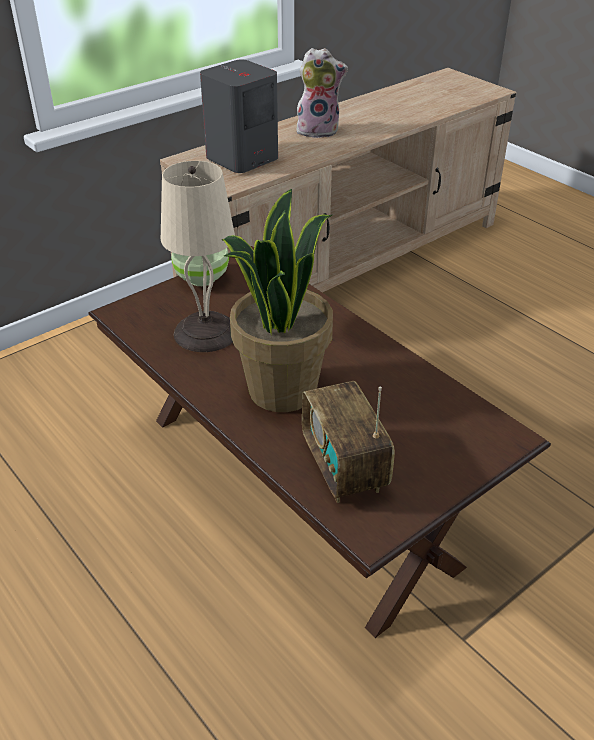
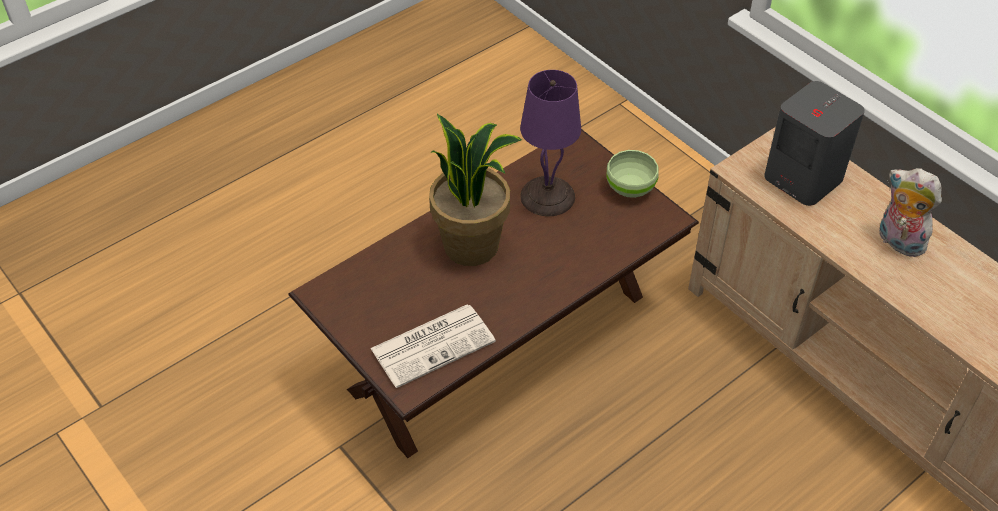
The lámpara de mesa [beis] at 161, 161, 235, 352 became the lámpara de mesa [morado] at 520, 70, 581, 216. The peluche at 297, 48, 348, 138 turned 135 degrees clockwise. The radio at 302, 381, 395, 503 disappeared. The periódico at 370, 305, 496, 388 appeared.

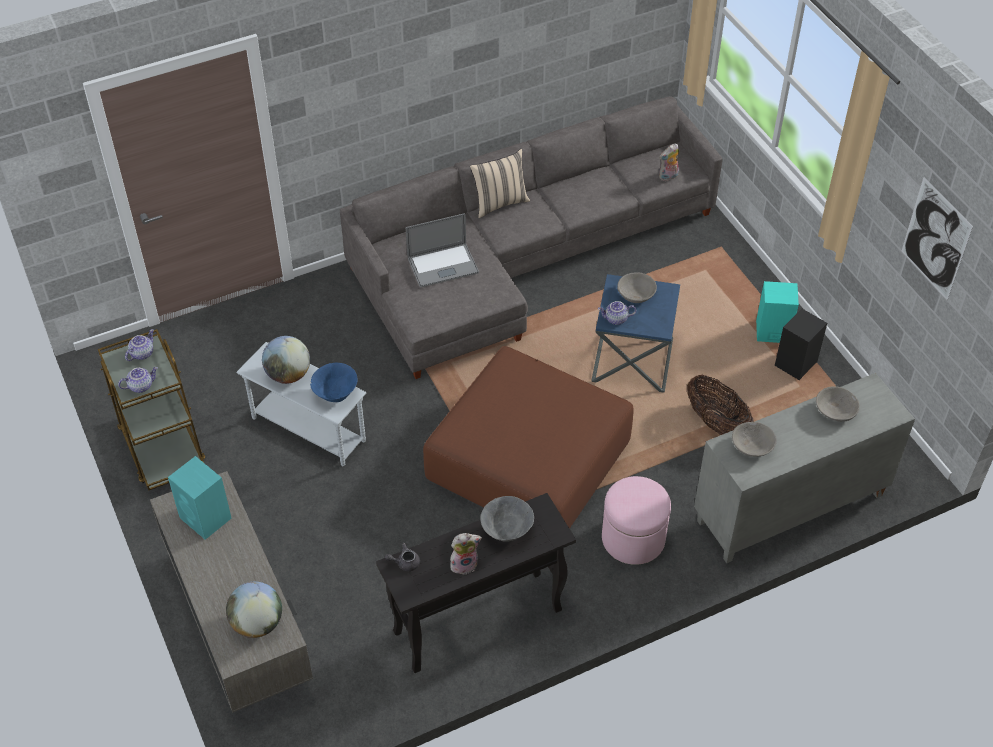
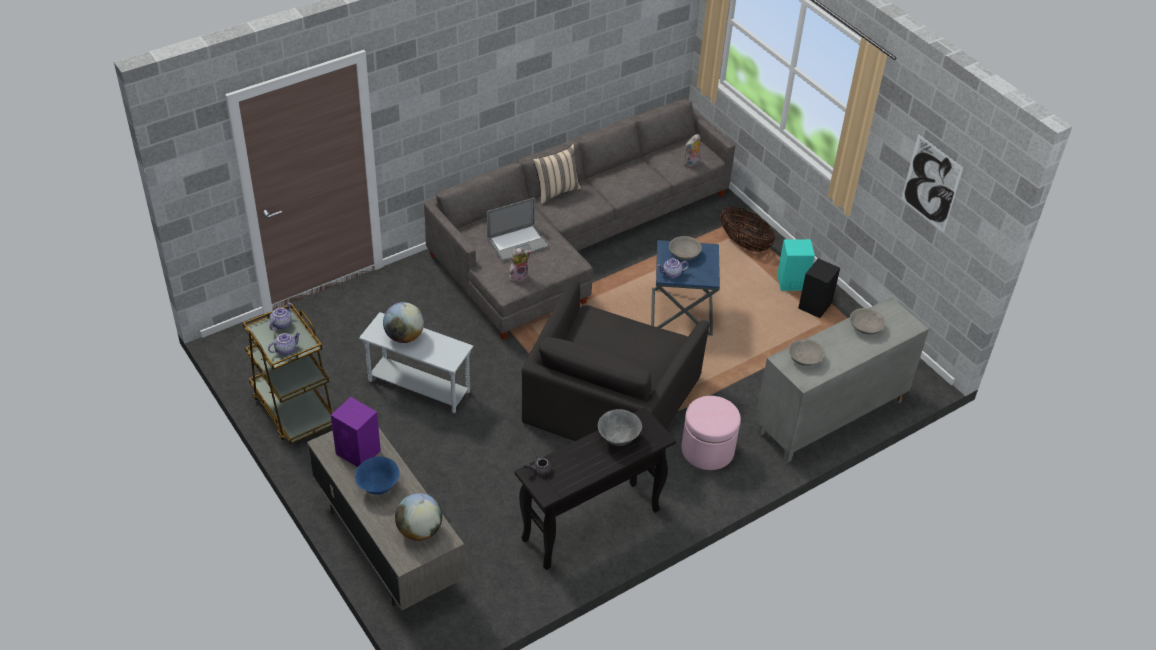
The altavoz [turquesa] at 168, 456, 232, 540 became the altavoz [morado] at 331, 397, 381, 467. The cuenco [azul] moved from 310, 363, 358, 402 to 355, 457, 400, 495. The puf [marrón] at 423, 346, 634, 529 was replaced by the sillón [negro] at 522, 278, 709, 441. The peluche moved from 450, 533, 482, 574 to 509, 248, 531, 282. The cesta moved from 687, 375, 754, 435 to 720, 207, 775, 252.

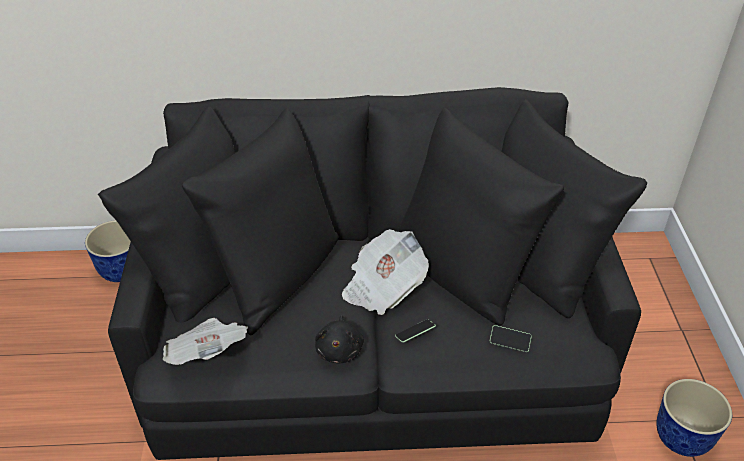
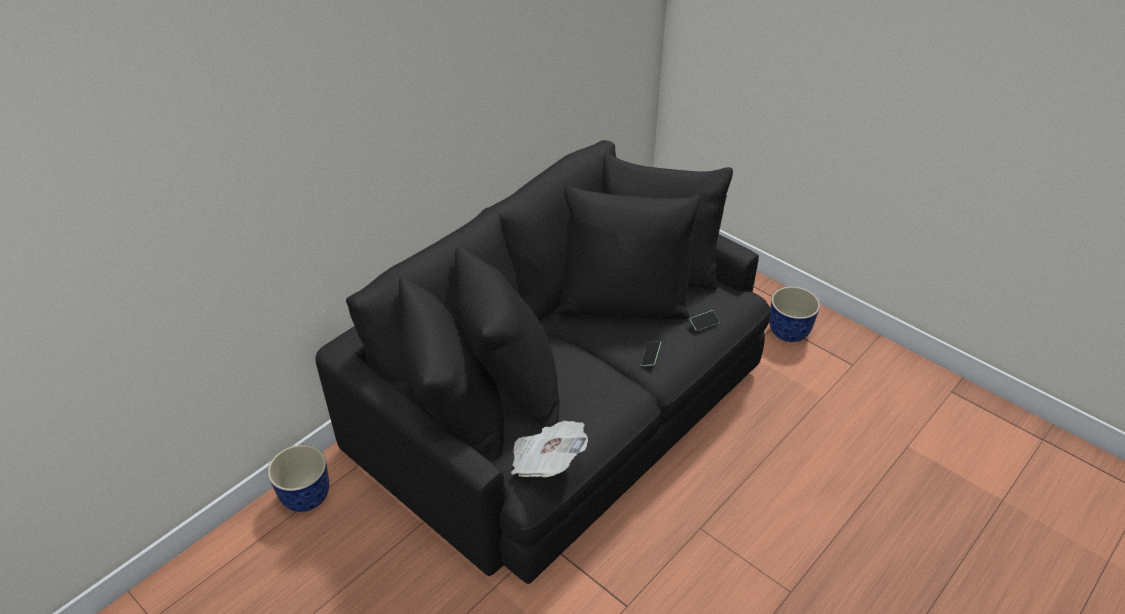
The peluche [negro] at 315, 316, 364, 363 disappeared. The periódico at 342, 229, 429, 315 disappeared.

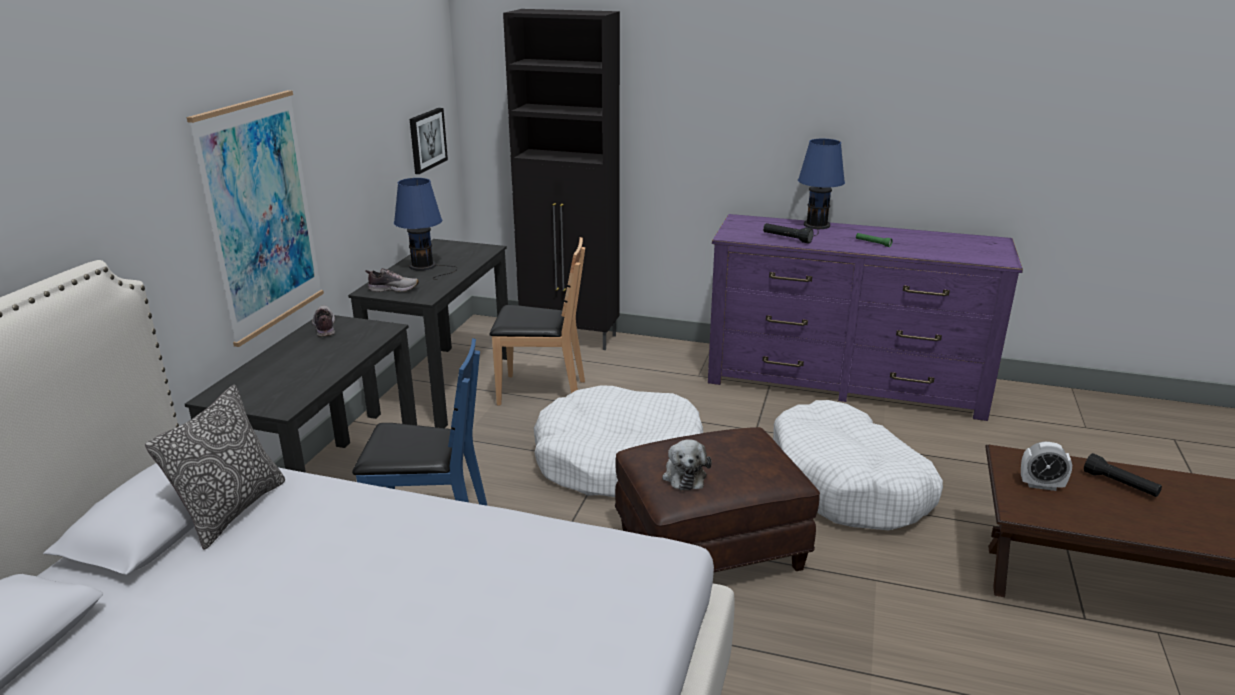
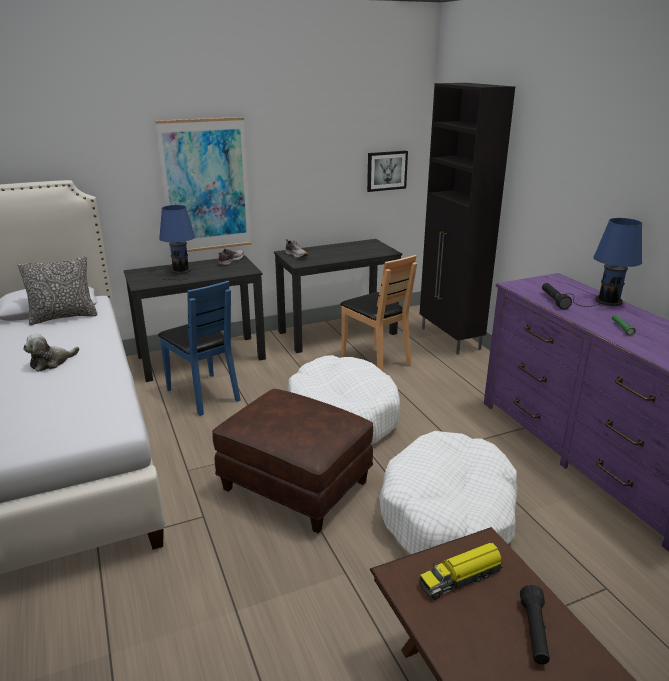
The lámpara de mesa [azul] moved from 394, 178, 457, 280 to 159, 205, 195, 280. The peluche moved from 662, 440, 712, 490 to 23, 334, 79, 372. The despertador at 1021, 441, 1072, 491 was replaced by the camión de juguete at 419, 543, 503, 600.

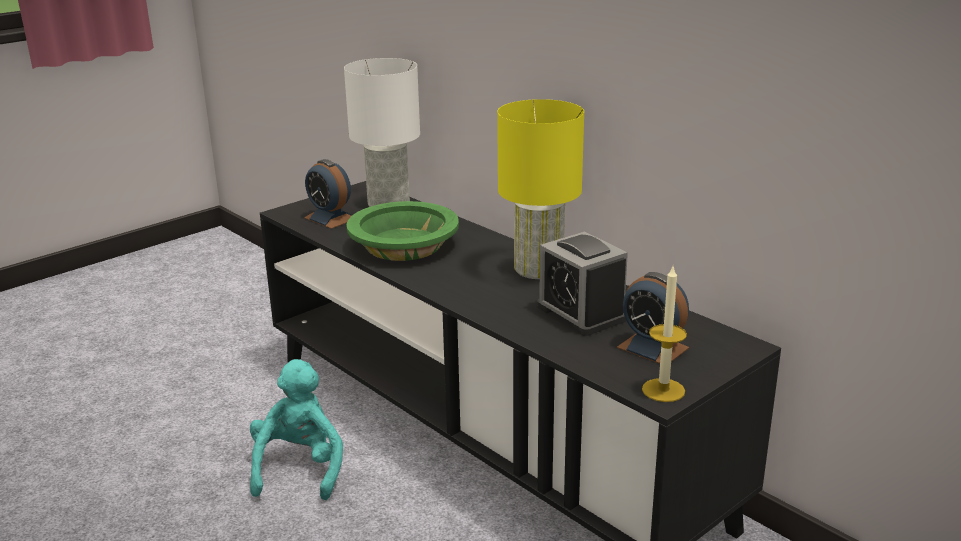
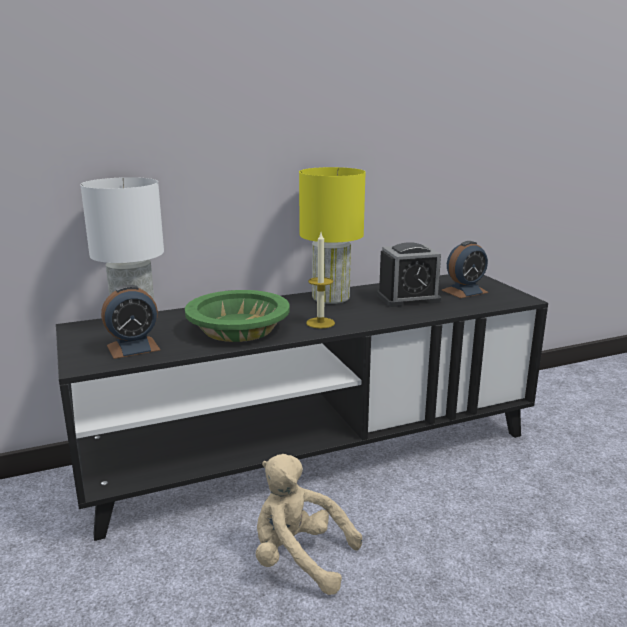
The peluche [turquesa] at 250, 359, 343, 500 became the peluche [beis] at 256, 454, 362, 595. The vela moved from 642, 267, 687, 402 to 306, 233, 335, 329.

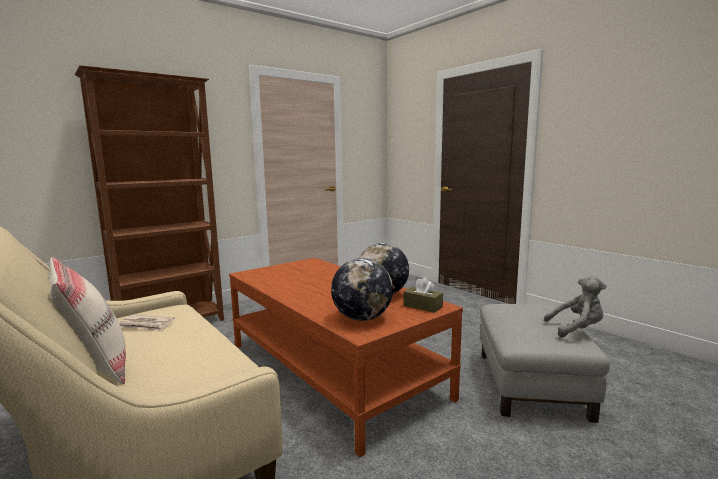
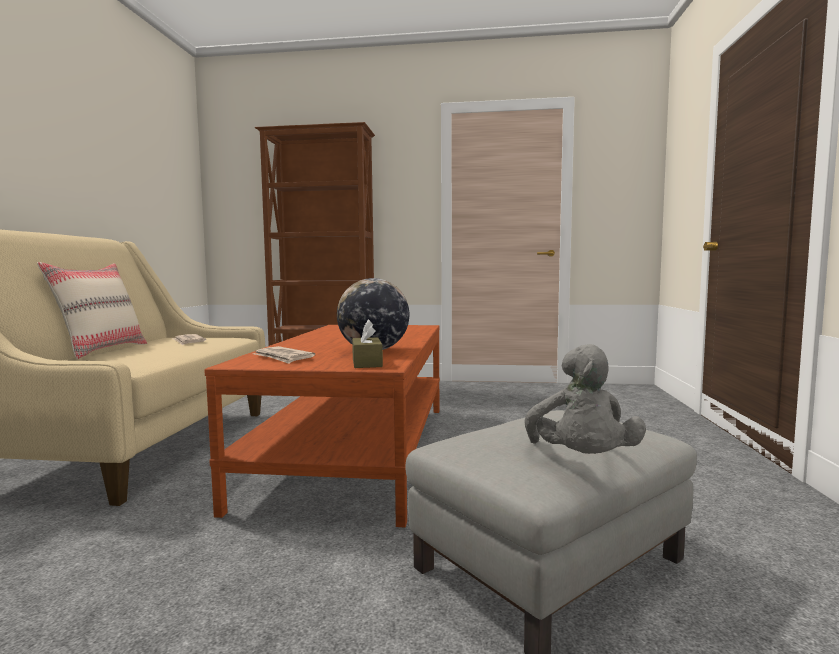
The globo terráqueo at 331, 258, 393, 321 was replaced by the periódico at 254, 346, 315, 364. The peluche [gris] at 544, 276, 607, 337 turned 45 degrees clockwise.

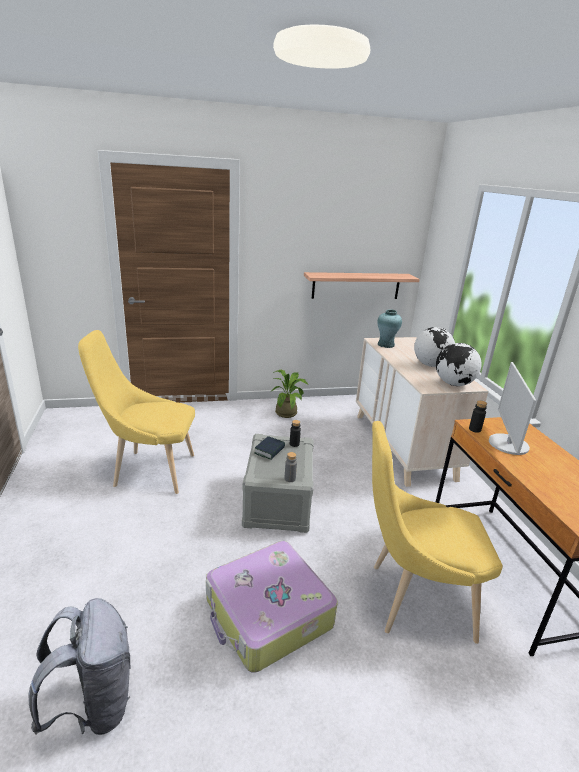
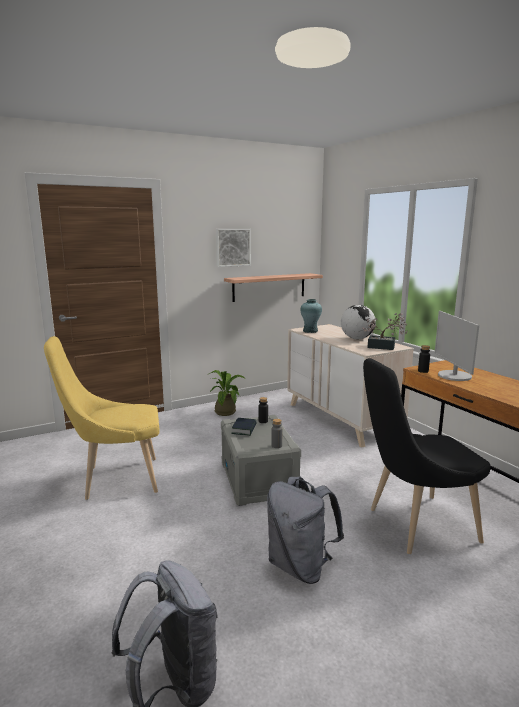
The maleta at 206, 541, 338, 673 was replaced by the mochila [gris] at 267, 477, 344, 584. The silla [amarillo] at 372, 421, 503, 644 became the silla [negro] at 363, 358, 490, 554. The globo terráqueo at 436, 343, 481, 386 was replaced by the planta en maceta at 362, 313, 407, 350. The cuadro at 216, 229, 251, 267 appeared.

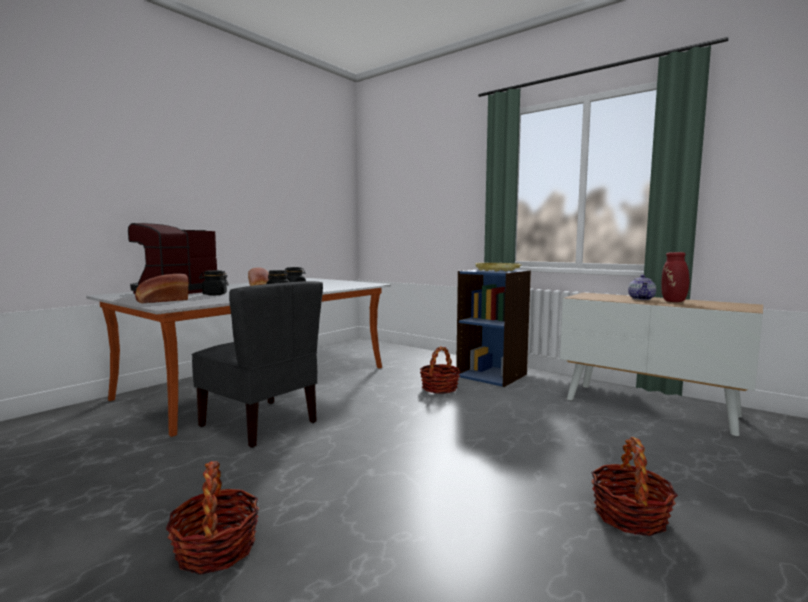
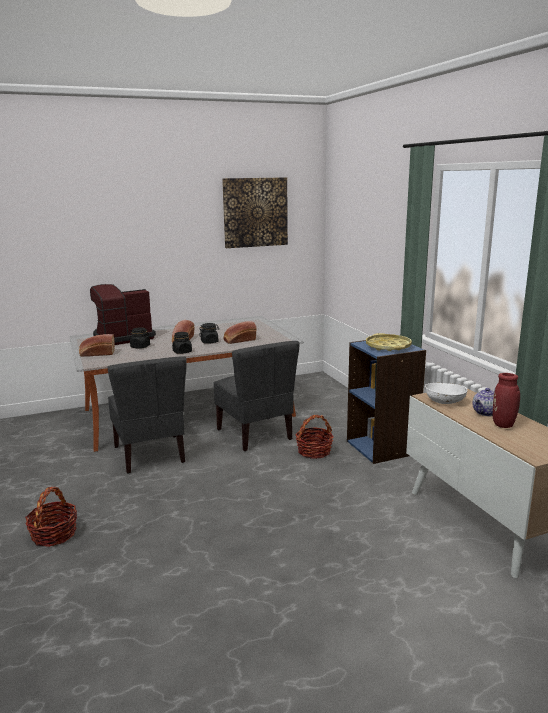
The cesta at 591, 437, 678, 536 disappeared. The silla [gris] at 213, 341, 300, 451 appeared. The cuadro at 222, 177, 288, 248 appeared. The pan at 223, 321, 256, 344 appeared. The cuenco [blanco] at 425, 383, 467, 404 appeared.

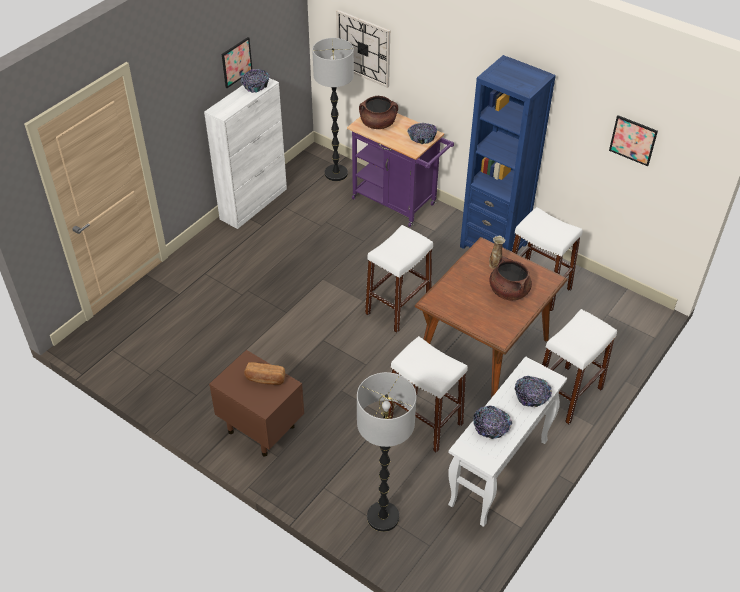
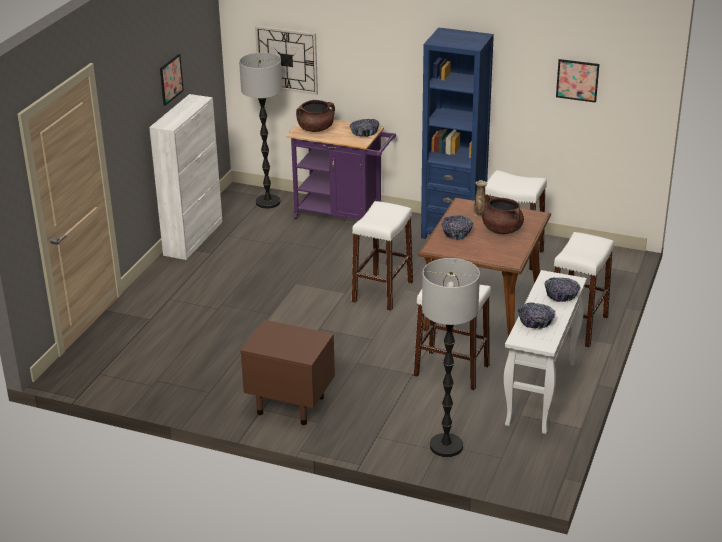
The cuenco moved from 241, 69, 269, 93 to 441, 215, 473, 240. The pan at 244, 362, 285, 385 disappeared.

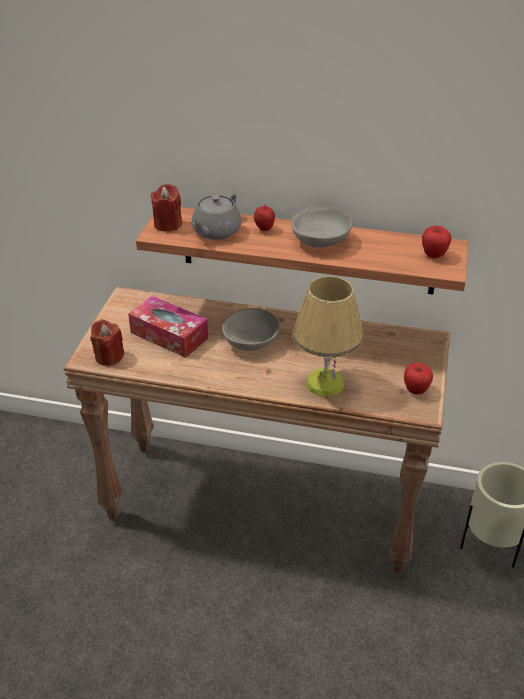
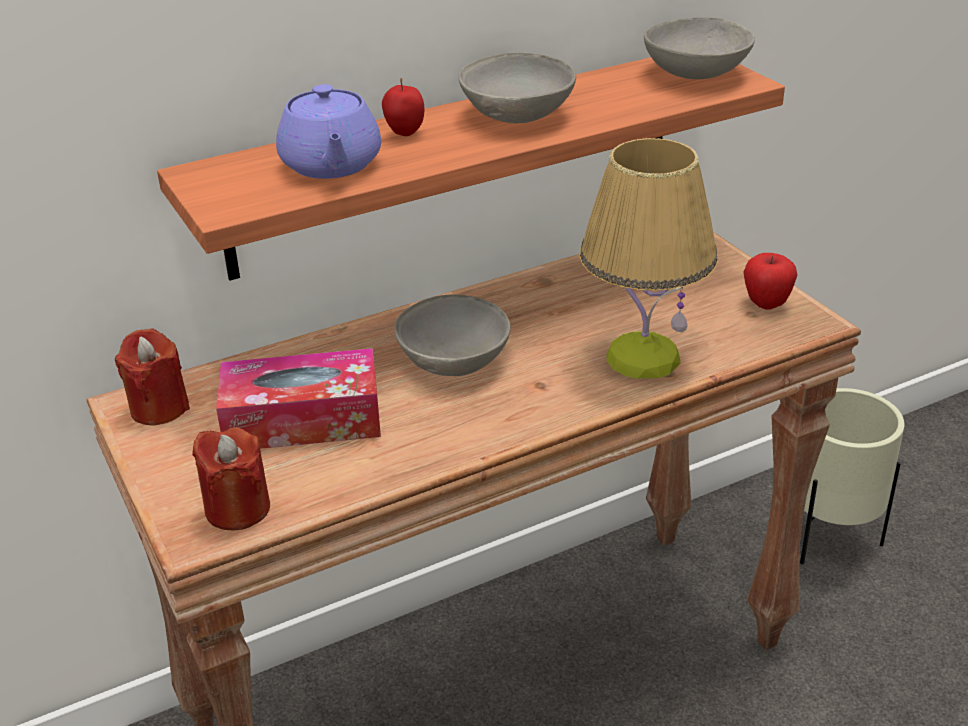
The vela [rojo] moved from 150, 184, 182, 232 to 115, 328, 190, 426. The tetera [gris] at 192, 193, 241, 240 became the tetera [morado] at 276, 84, 381, 179. The manzana at 422, 226, 452, 258 was replaced by the cuenco [gris] at 644, 17, 755, 79.

